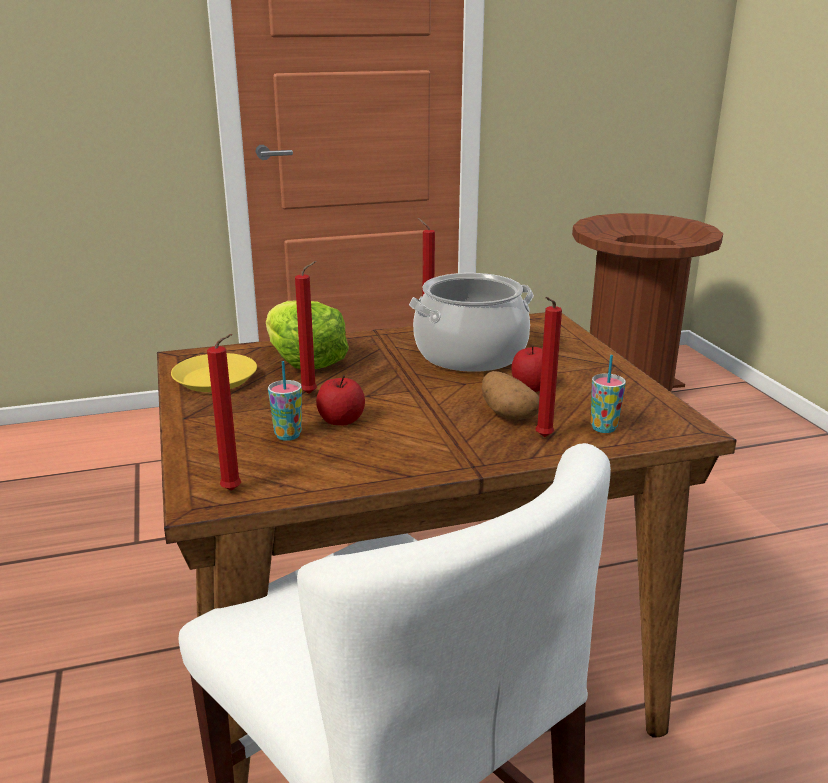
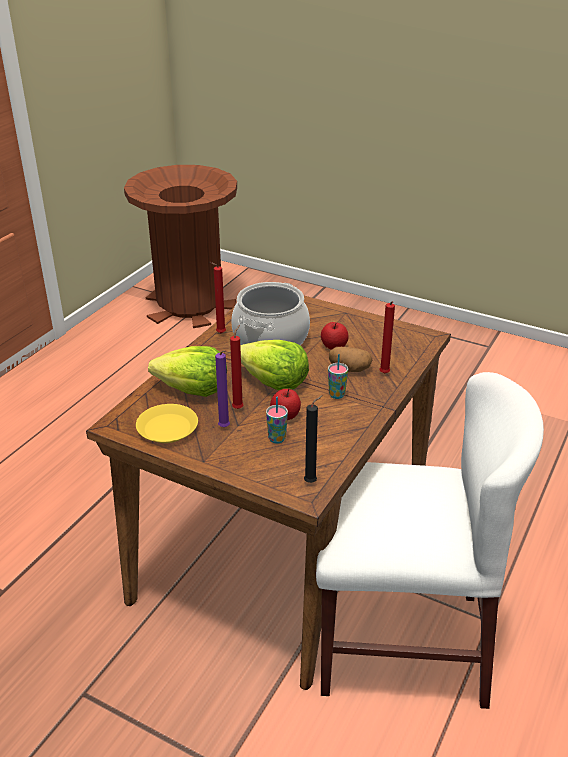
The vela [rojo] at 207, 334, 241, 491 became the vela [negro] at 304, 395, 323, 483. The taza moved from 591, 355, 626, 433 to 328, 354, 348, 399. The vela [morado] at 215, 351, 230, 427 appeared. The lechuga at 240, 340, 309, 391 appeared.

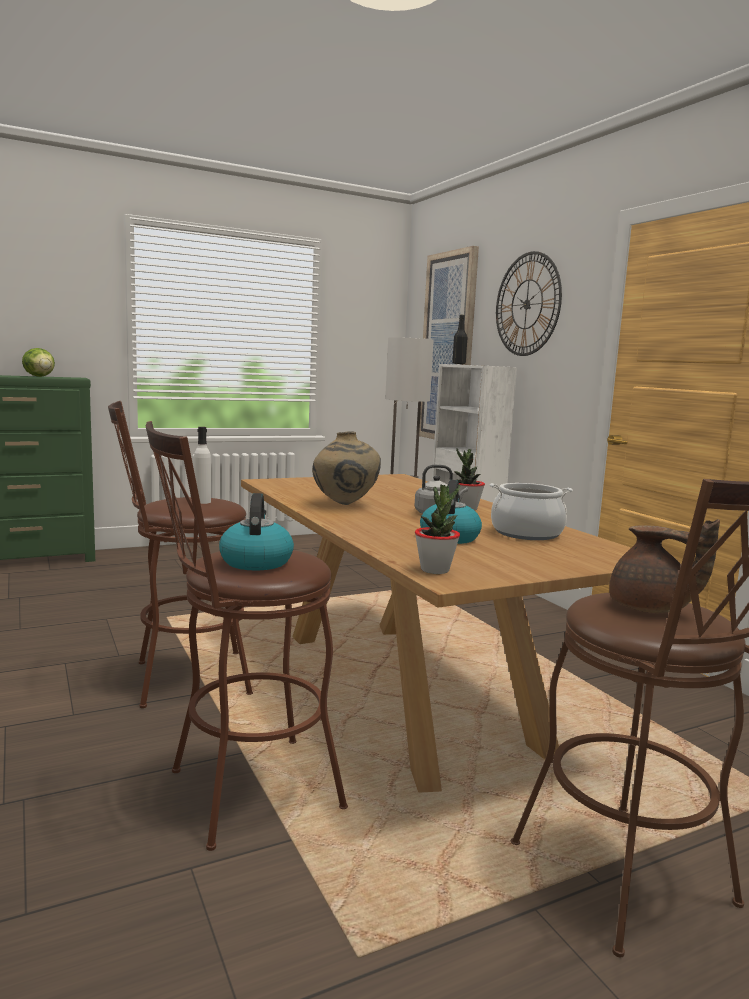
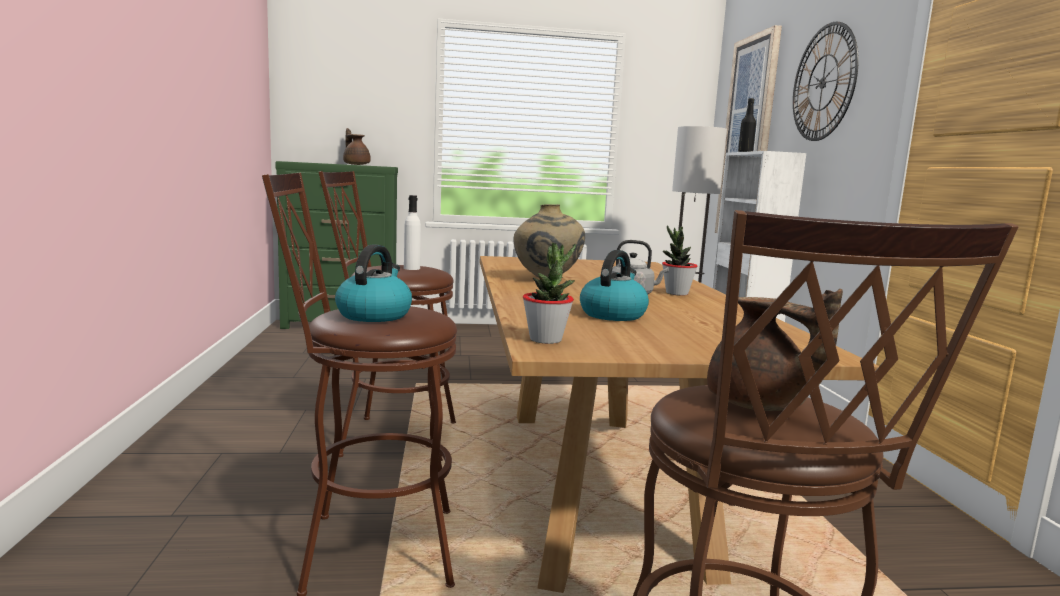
The lechuga at 22, 348, 55, 377 was replaced by the tetera [marrón] at 343, 128, 371, 165. The olla at 490, 483, 573, 540 disappeared.

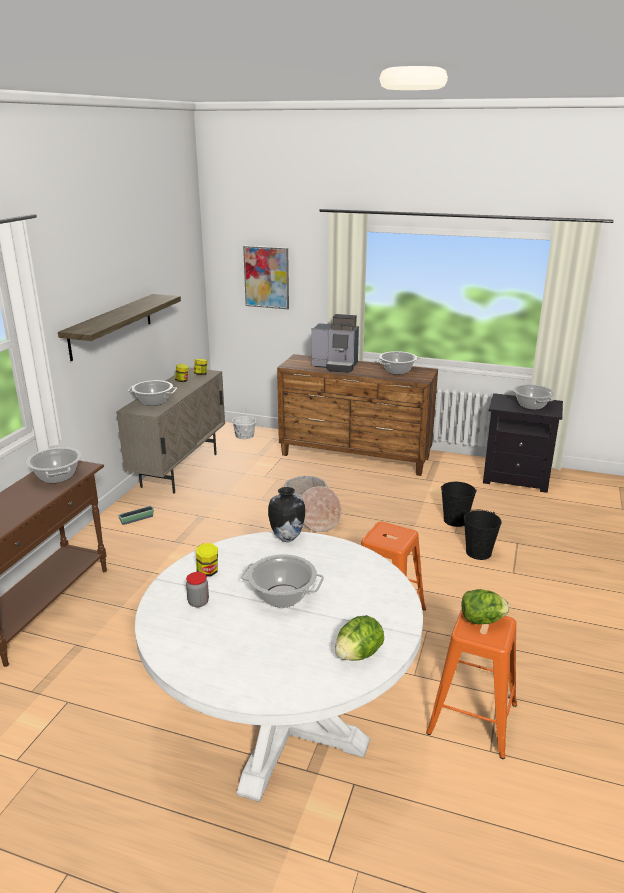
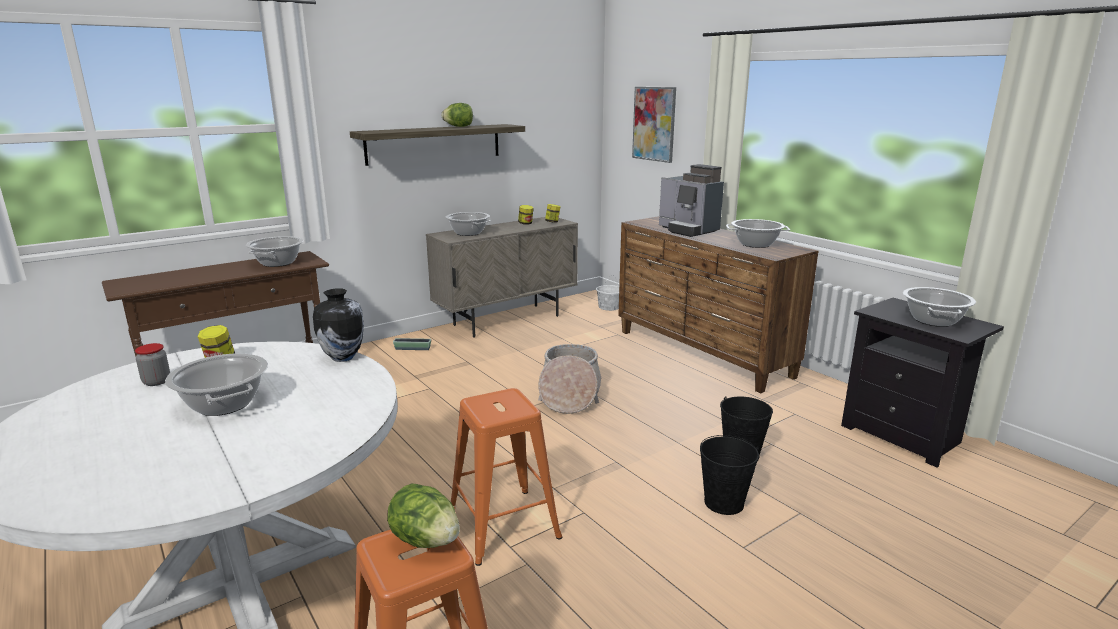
The lechuga moved from 335, 615, 384, 661 to 441, 103, 473, 127.

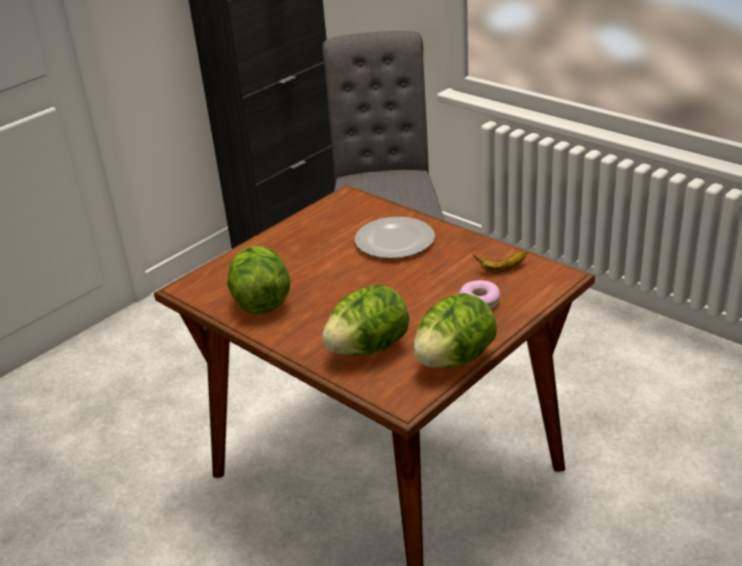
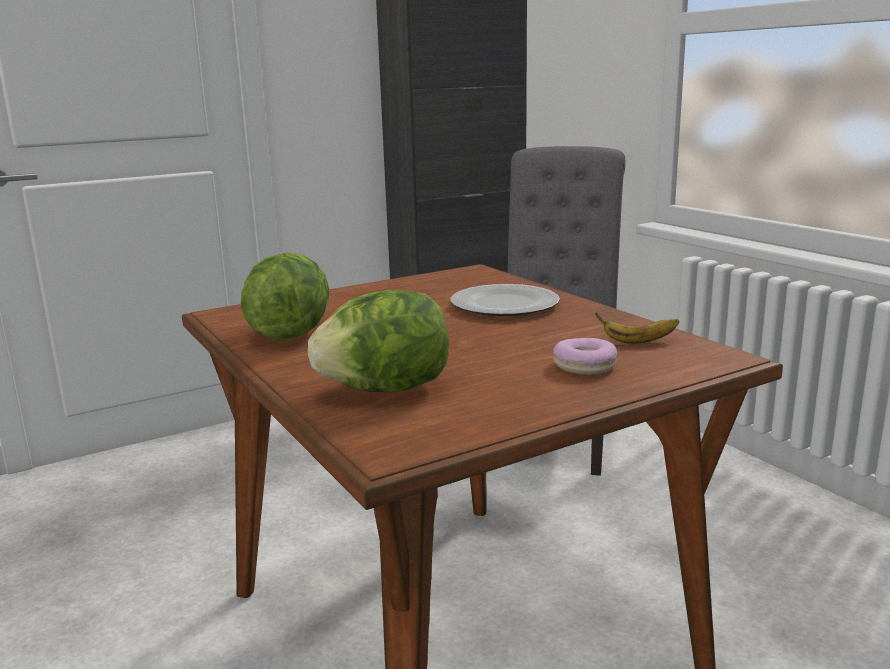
The lechuga at 413, 293, 497, 368 disappeared.

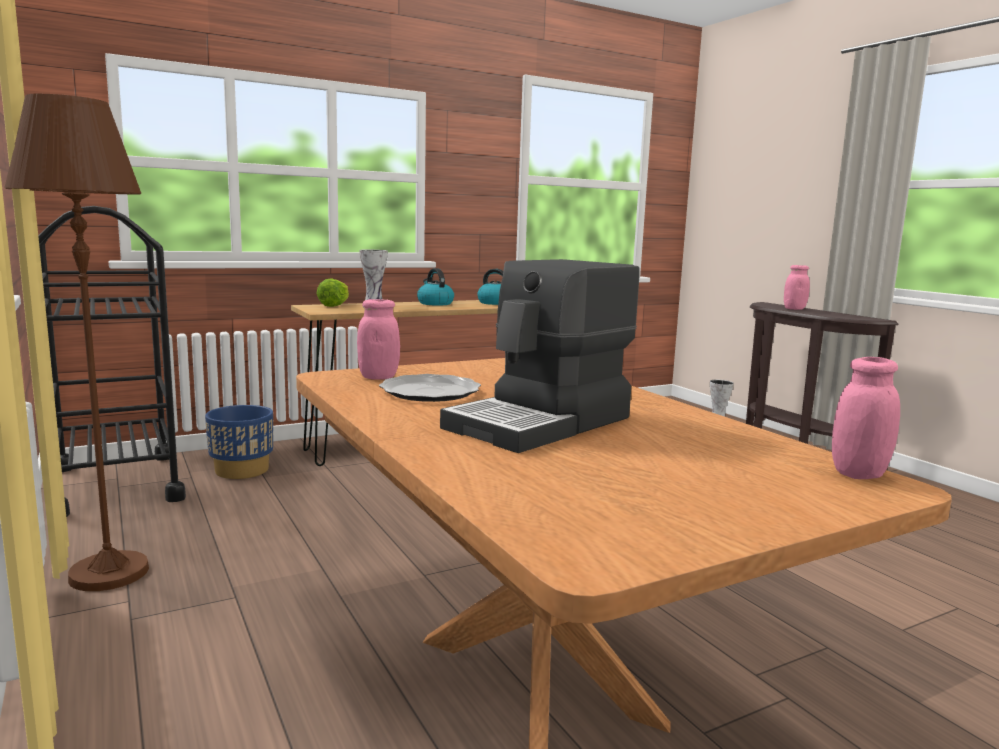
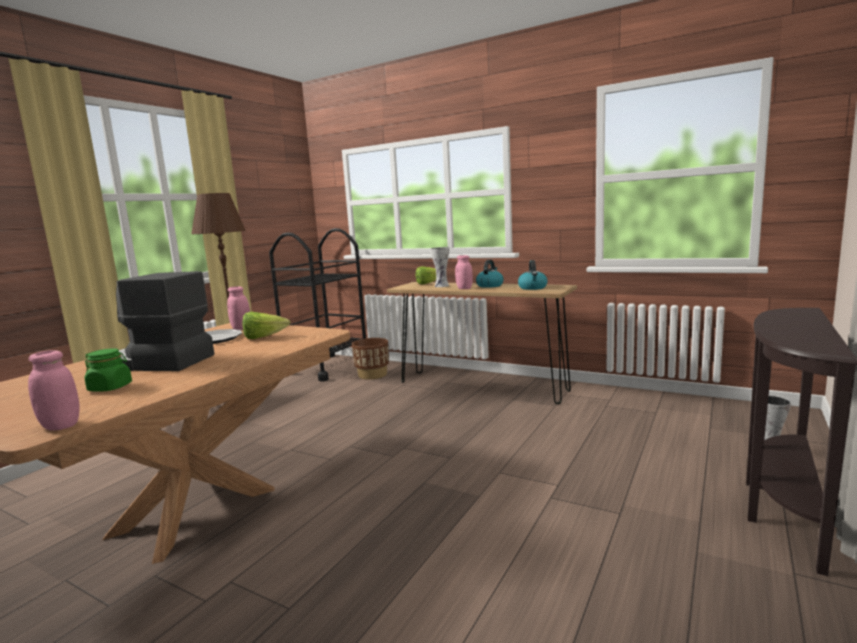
The maceta [azul] at 205, 405, 273, 479 became the maceta [marrón] at 352, 338, 389, 380. The tarro [rosa] moved from 784, 265, 810, 310 to 455, 255, 473, 289. The tarro [verde] at 85, 348, 132, 392 appeared. The lechuga at 242, 312, 290, 339 appeared.

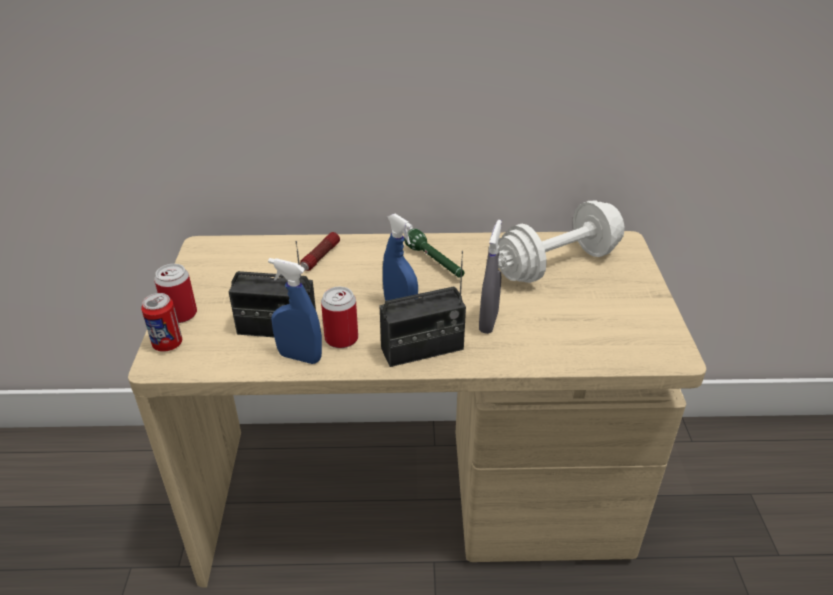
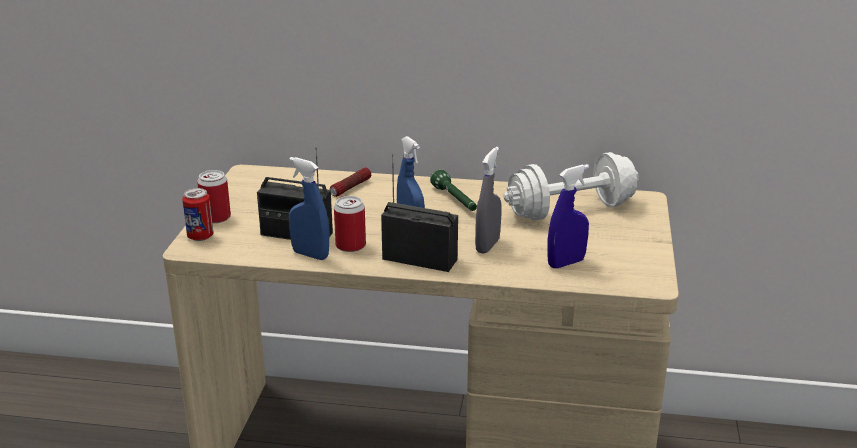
The radio at 380, 251, 466, 367 turned 150 degrees counterclockwise. The pulverizador [azul] at 547, 164, 589, 268 appeared.

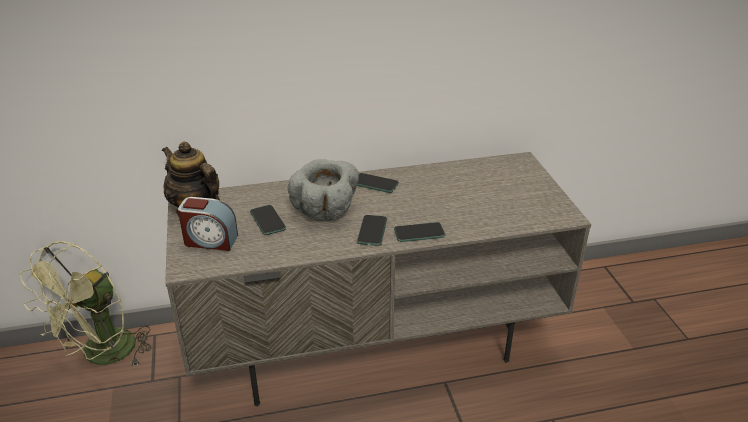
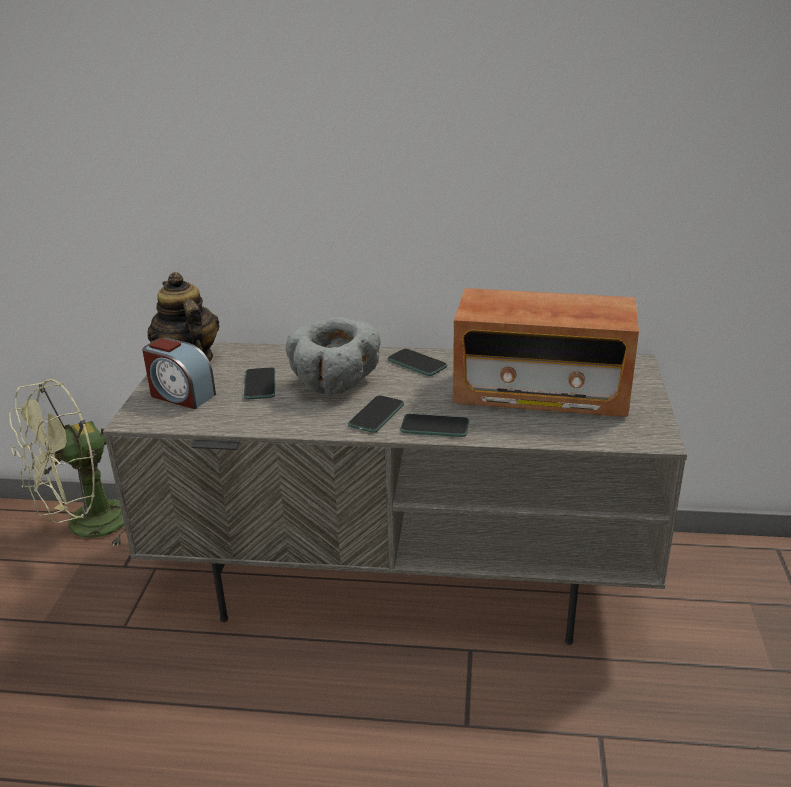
The radio at 453, 288, 639, 417 appeared.

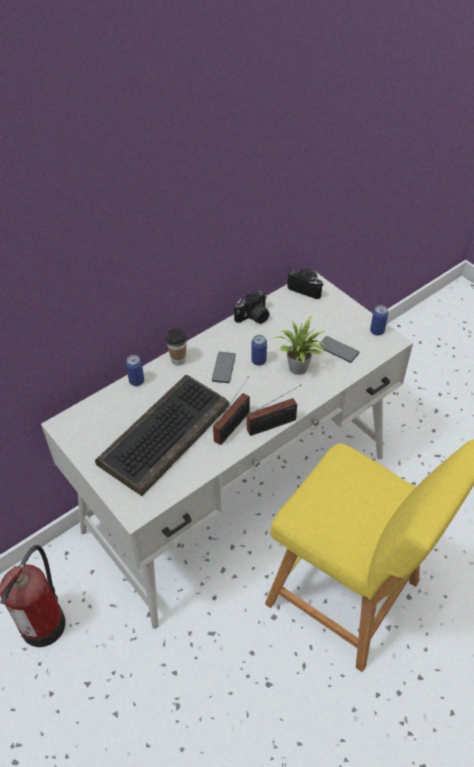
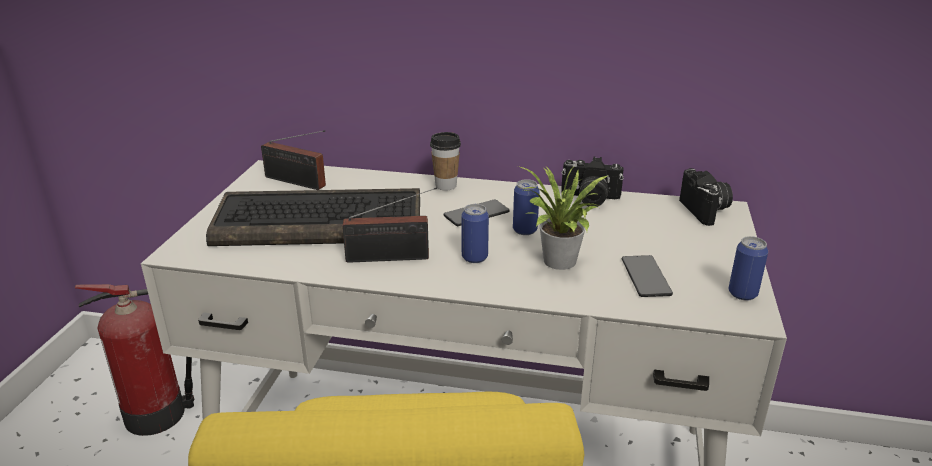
The lata moved from 126, 355, 144, 386 to 462, 204, 489, 263. The radio moved from 247, 385, 301, 436 to 261, 130, 326, 190.

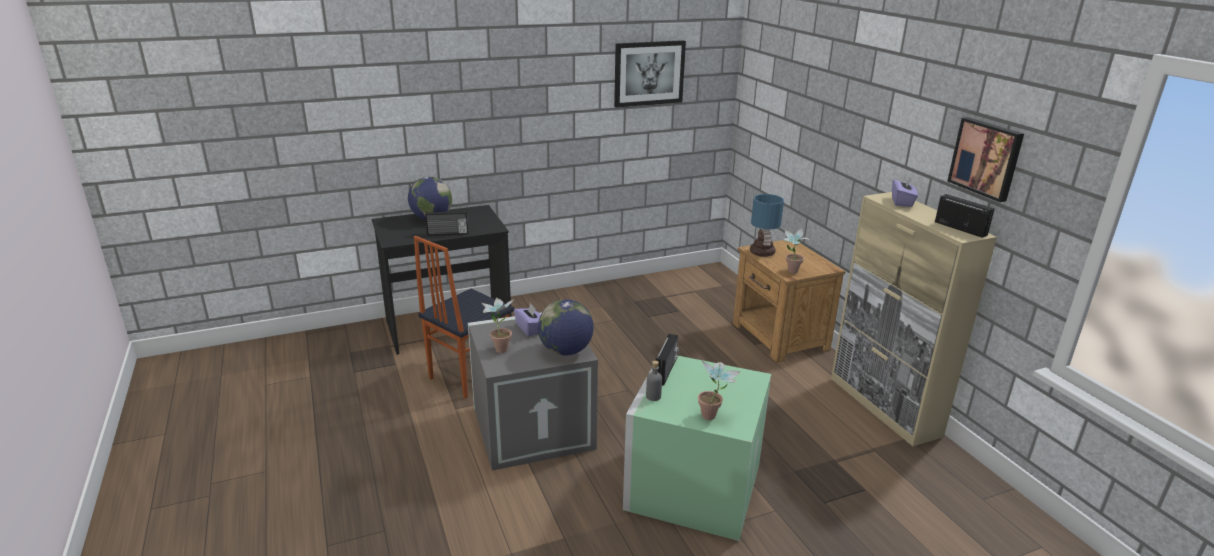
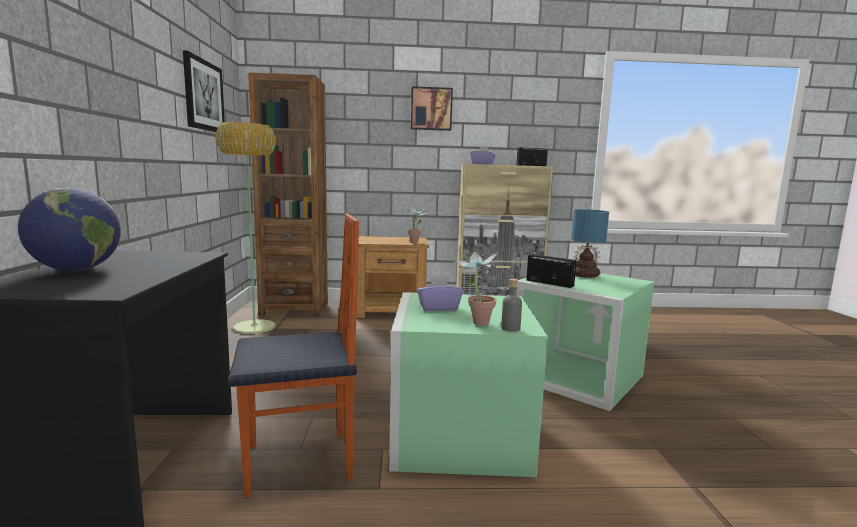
The silla at 414, 236, 514, 399 turned 75 degrees counterclockwise. The radio at 425, 210, 468, 236 disappeared. The caja de almacenaje [gris] at 468, 312, 598, 471 became the caja de almacenaje [verde] at 389, 292, 548, 477. The globo terráqueo at 538, 299, 594, 355 disappeared. The botella [gris] moved from 646, 361, 662, 401 to 501, 279, 522, 332. The planta en maceta at 698, 361, 741, 420 disappeared. The lámpara de mesa moved from 750, 194, 784, 257 to 571, 209, 609, 278. The cuadro moved from 947, 117, 1024, 202 to 411, 86, 453, 131. The lámpara de pie at 216, 122, 276, 334 appeared. The estantería [marrón] at 248, 72, 328, 317 appeared.

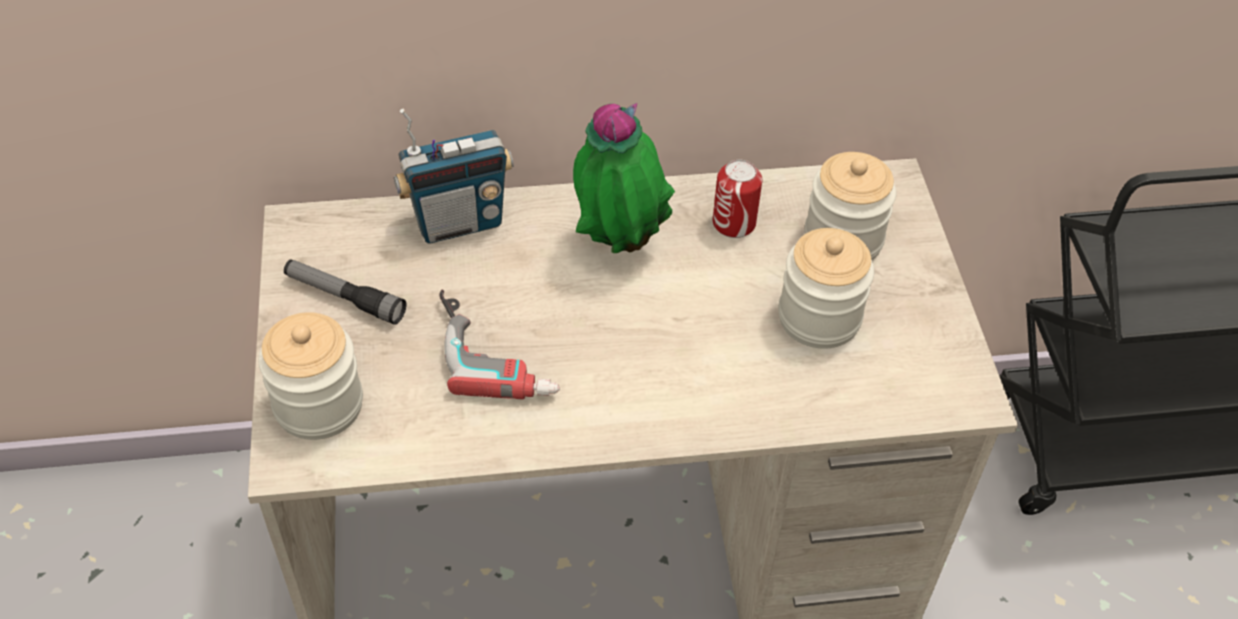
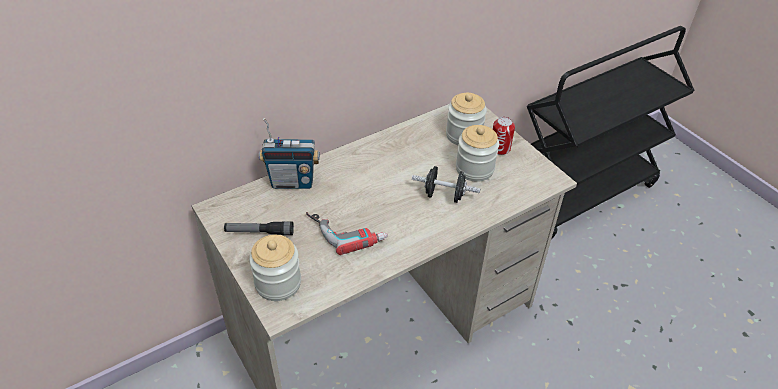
The radio at 394, 109, 513, 244 turned 45 degrees clockwise. The planta en maceta at 573, 103, 675, 253 disappeared. The lata moved from 713, 160, 762, 238 to 493, 117, 515, 155. The mancuerna [negro] at 412, 166, 480, 203 appeared.

